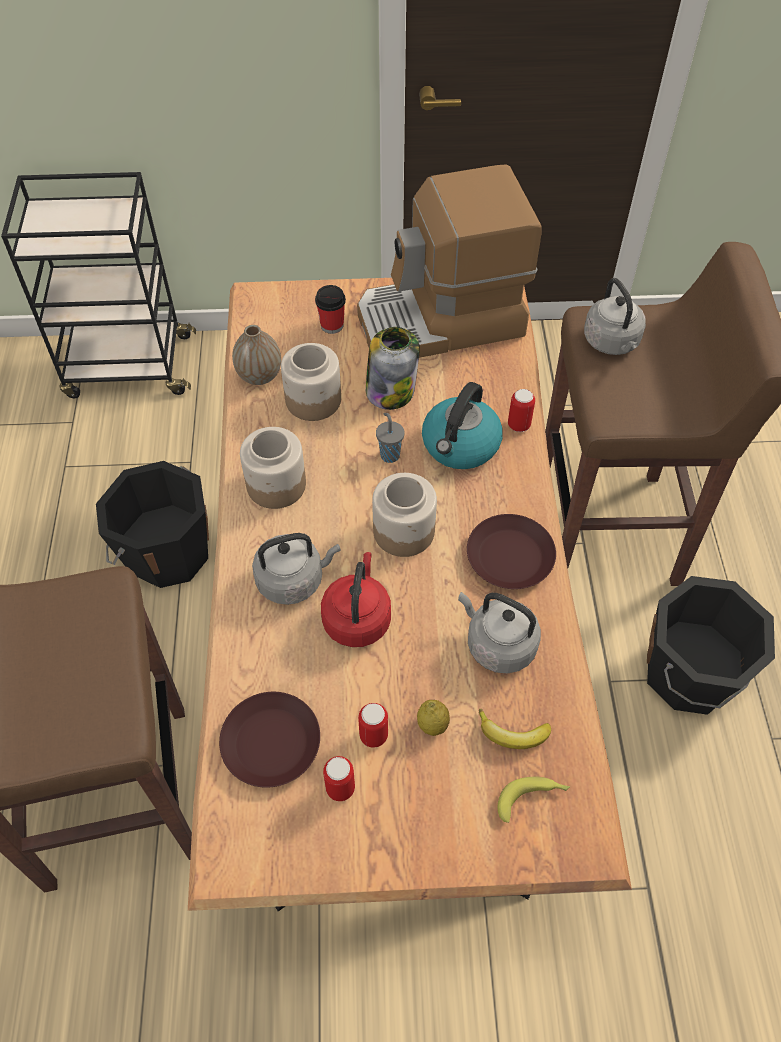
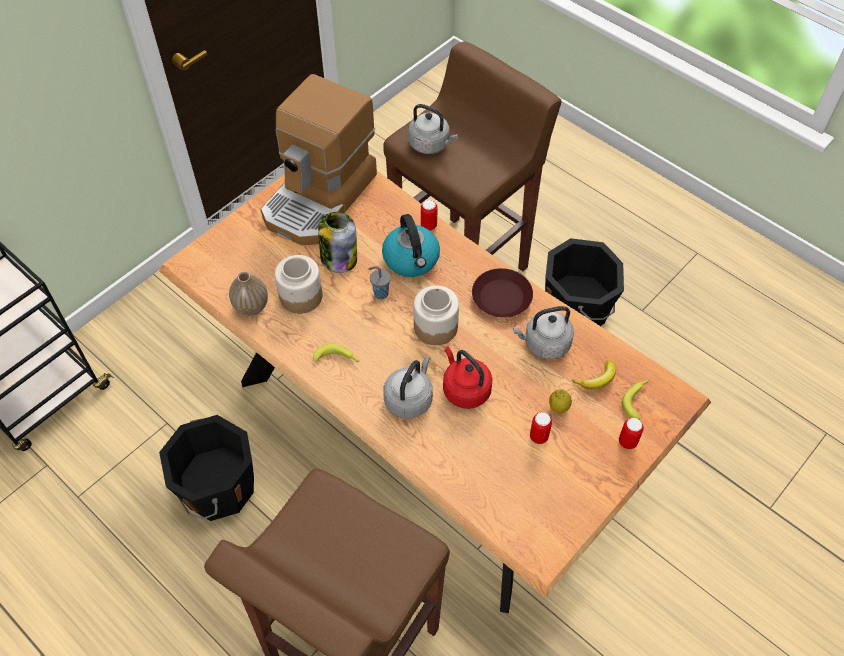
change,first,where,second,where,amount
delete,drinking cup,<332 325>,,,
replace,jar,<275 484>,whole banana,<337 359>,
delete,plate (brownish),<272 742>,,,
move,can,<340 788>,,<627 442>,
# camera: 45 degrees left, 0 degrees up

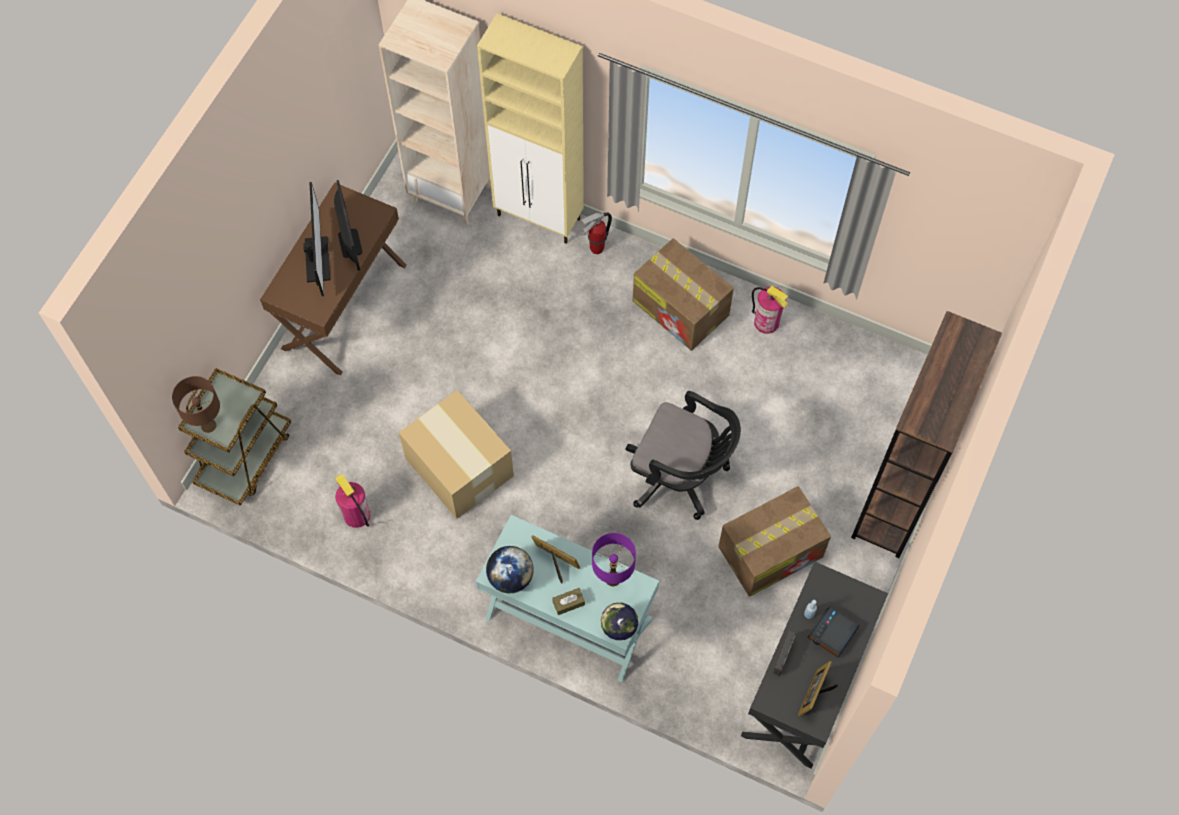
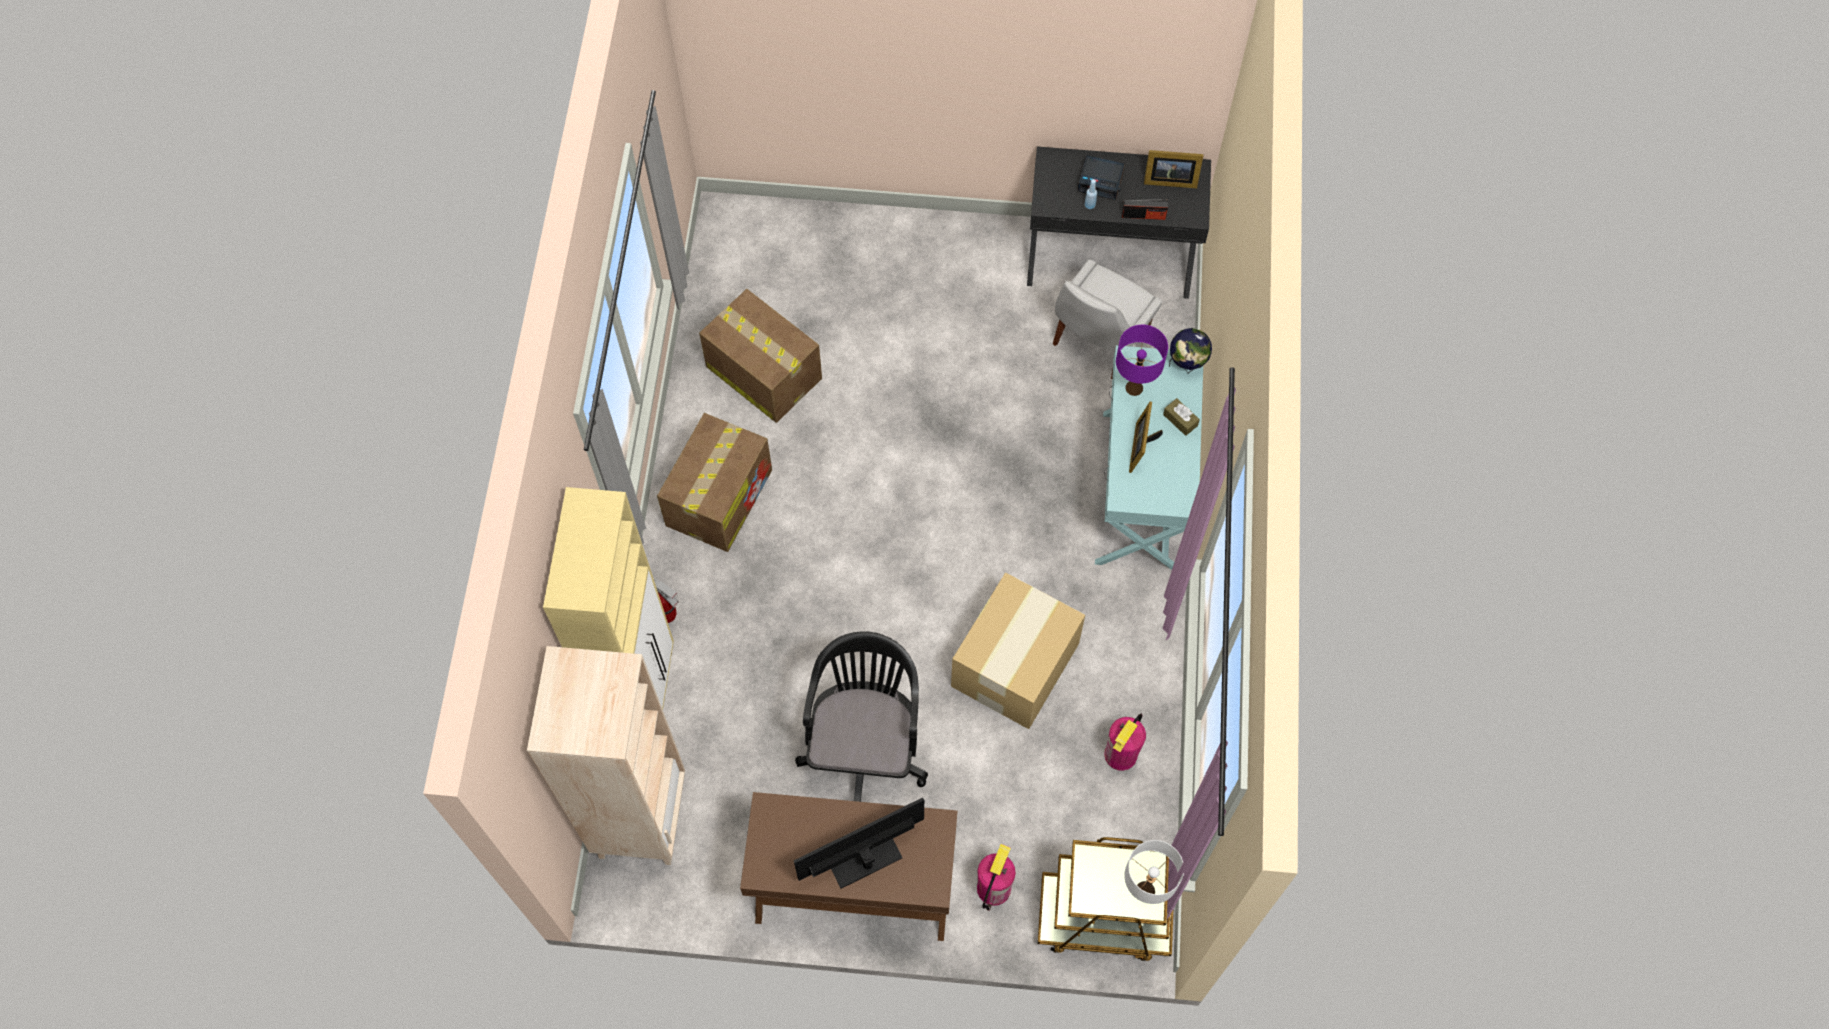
change,first,where,second,where,amount
delete,computer screen,<350 243>,,,
move,fire-fighting cylinder,<766 322>,,<993 888>,
delete,bookcase (brownish),<897 496>,,,
recolor,lamp for a table (brownish),<208 425>,lamp for a table (whitish),<1144 891>,
move,computer chair (black-coloured),<680 476>,,<865 746>,
move,cardboard box,<771 551>,,<762 372>,
delete,desk globe,<510 577>,,,
insert,,,upright chair (whitish),<1097 342>,
# camera: 110 degrees left, 0 degrees up

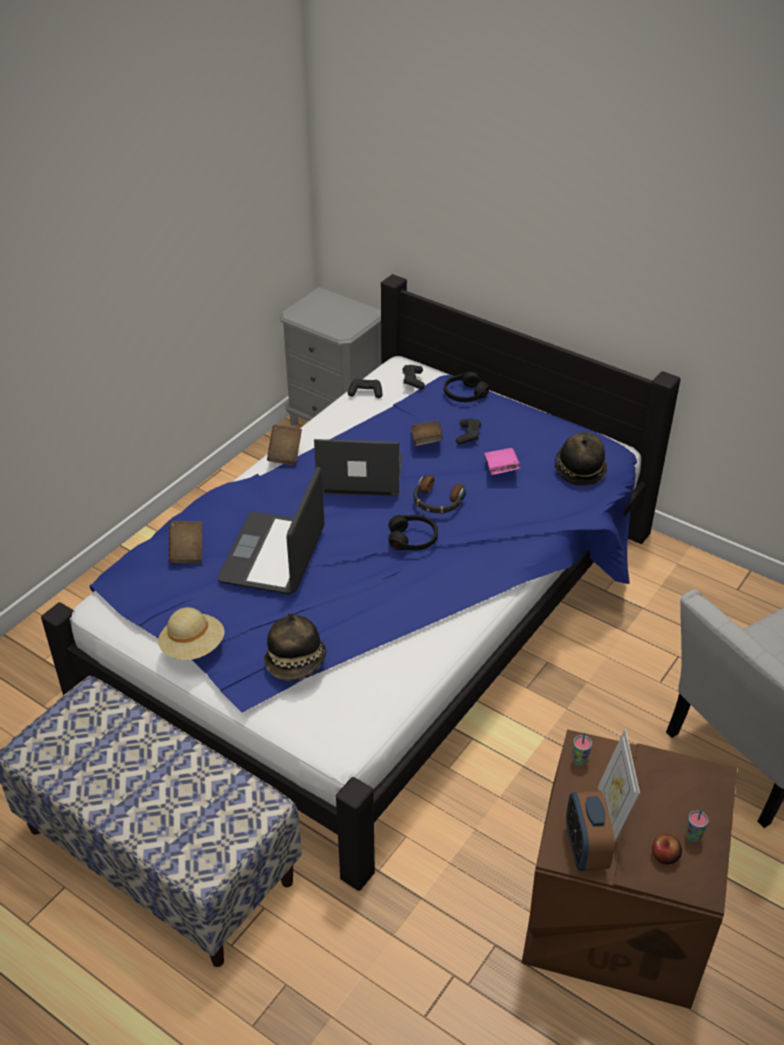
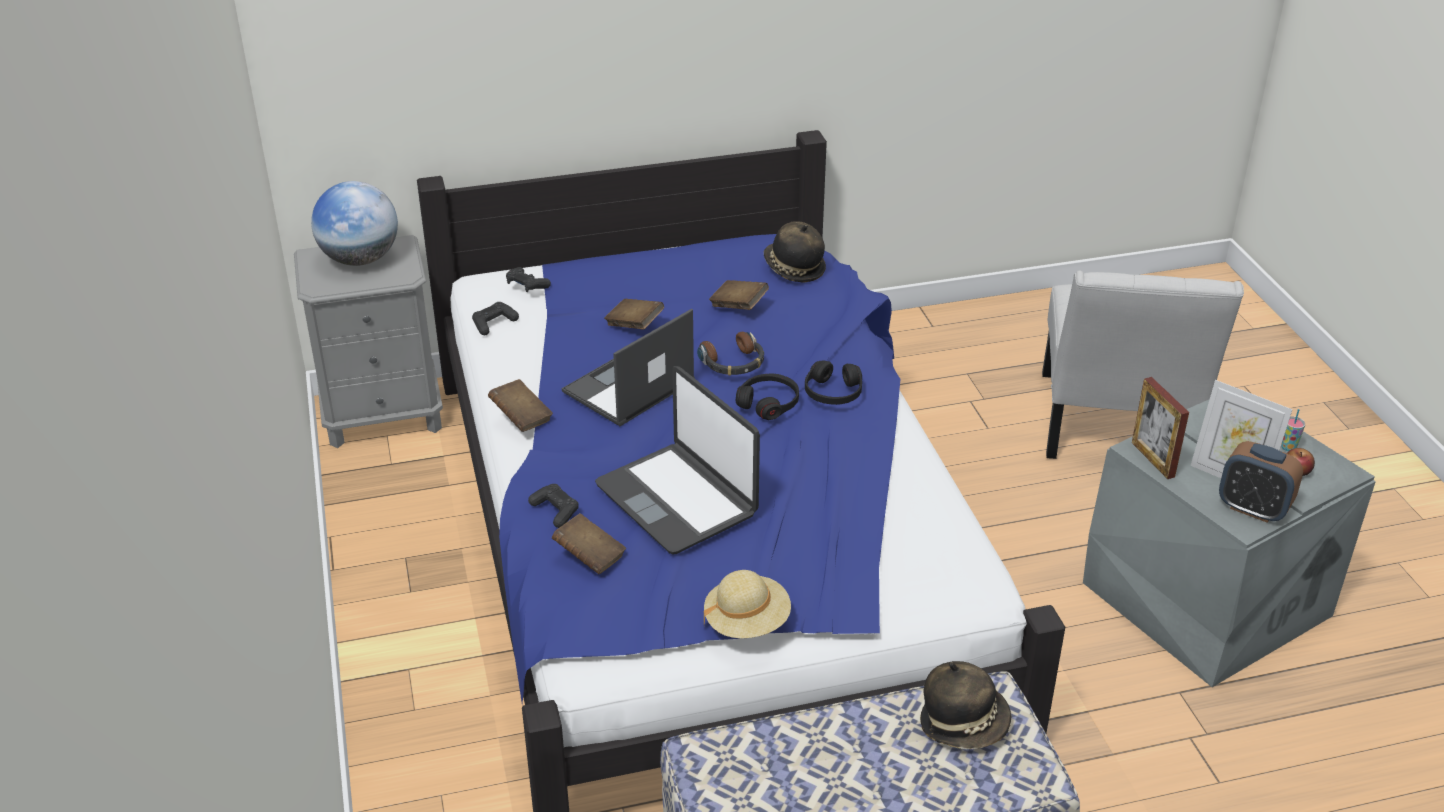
change,first,where,second,where,amount
move,pair of headphones (black-coloured),<464 394>,,<833 392>,
move,joypad (black-coloured),<468 435>,,<555 511>,
recolor,book (pink-coloured),<501 470>,book (brownish),<738 306>,
move,clothing hat,<296 663>,,<964 723>,
recolor,storage box (brownish),<613 912>,storage box (greyish),<1205 601>,
replace,drinking cup,<579 761>,photo frame,<1153 459>,
insert,,,desk globe,<360 259>,
# camera: 50 degrees left, 5 degrees down

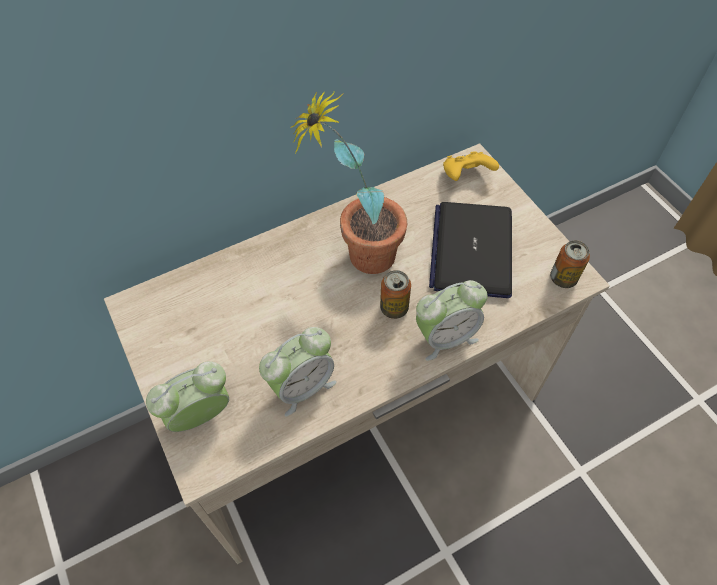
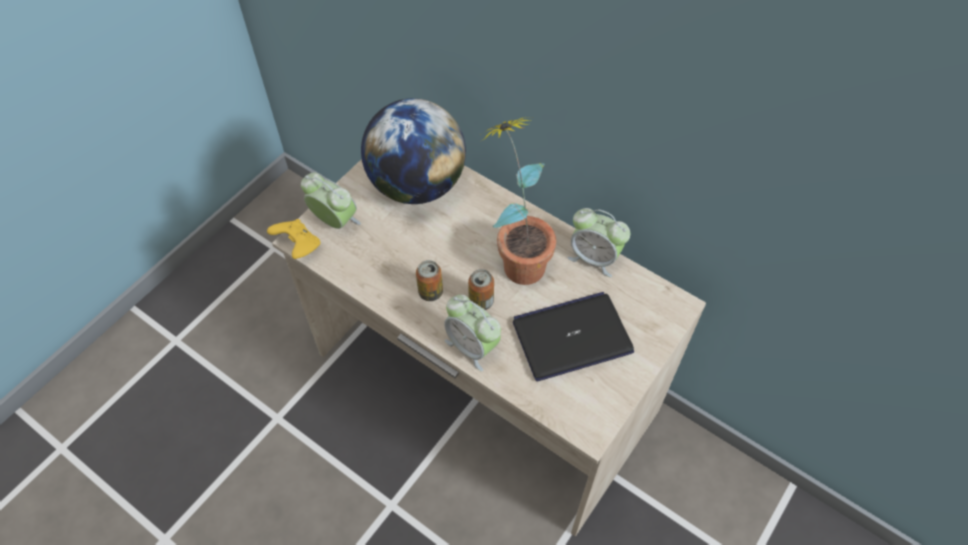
change,first,where,second,where,amount
move,joypad (yellowish),<466 176>,,<298 246>,
move,can,<563 278>,,<430 292>,
move,alarm clock,<302 386>,,<594 258>,
insert,,,desk globe,<417 185>,
# camera: 65 degrees right, 0 degrees up

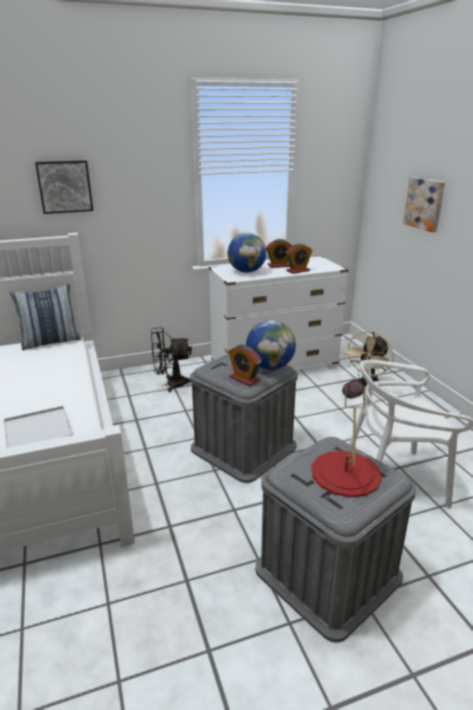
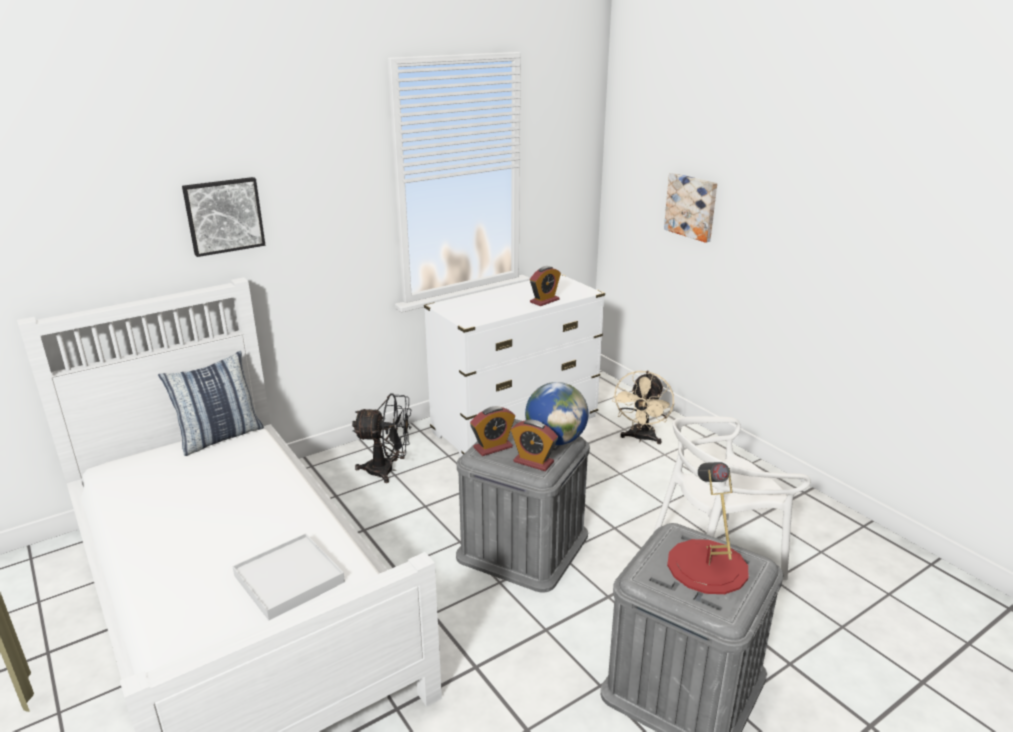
change,first,where,second,where,amount
delete,desk globe,<246 271>,,,
move,alarm clock,<279 265>,,<493 447>,
rotate,electric fan (black-coloured),<171 384>,,<387 470>,150 degrees counterclockwise
# camera: 15 degrees left, 0 degrees up

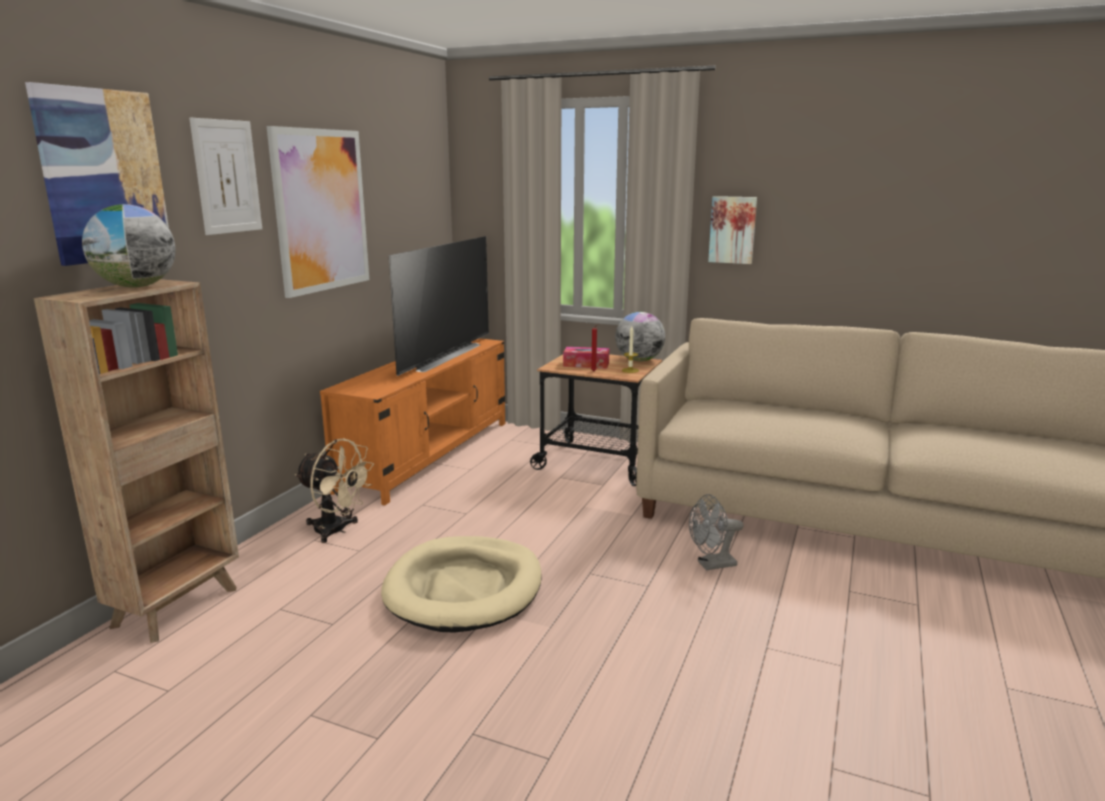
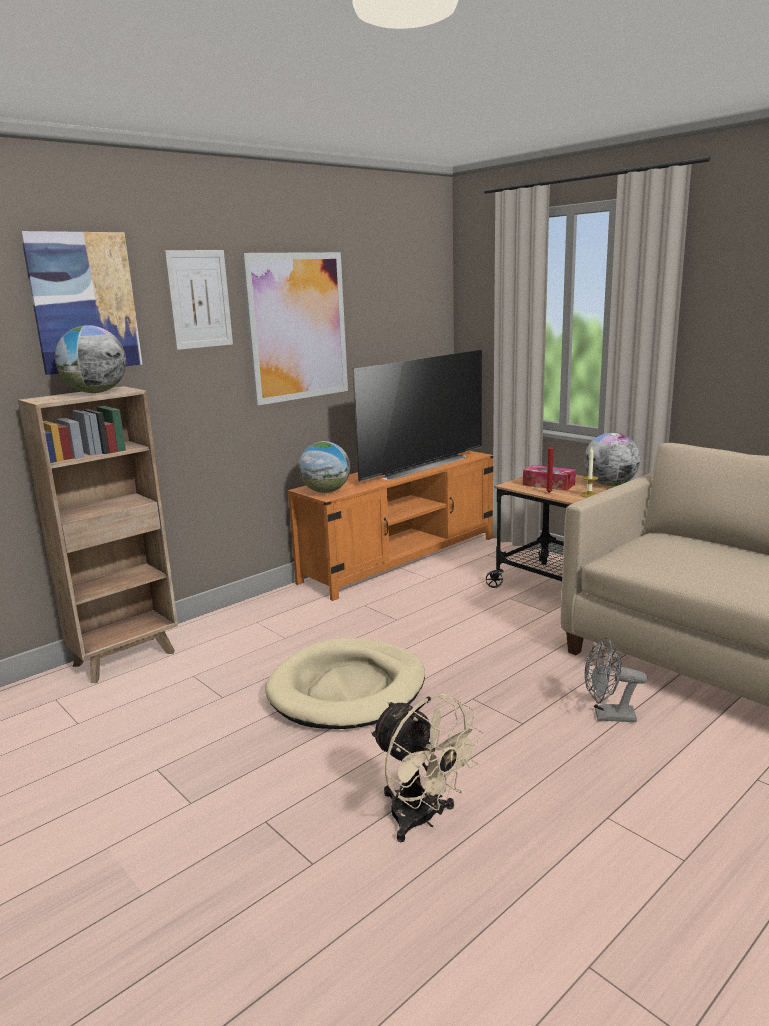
change,first,where,second,where,amount
delete,wall picture,<732 230>,,,
move,electric fan (beige-coloured),<337 531>,,<422 820>,
insert,,,desk globe,<326 491>,
# camera: 25 degrees right, 0 degrees up

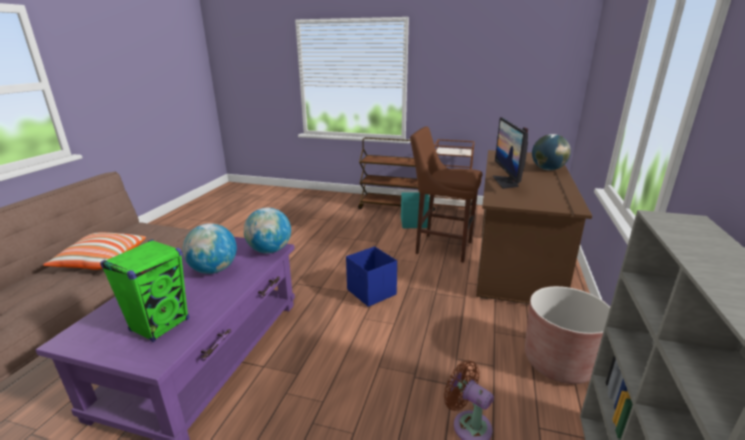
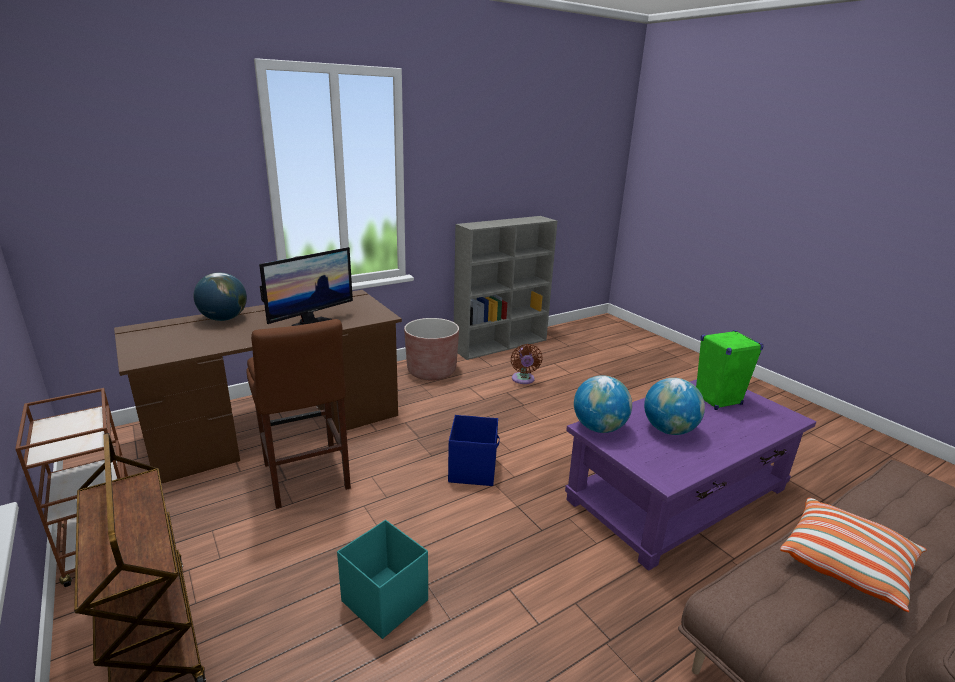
change,first,where,second,where,amount
move,storage box (turquoise-coloured),<415 223>,,<384 600>,
# camera: 140 degrees left, 0 degrees up

